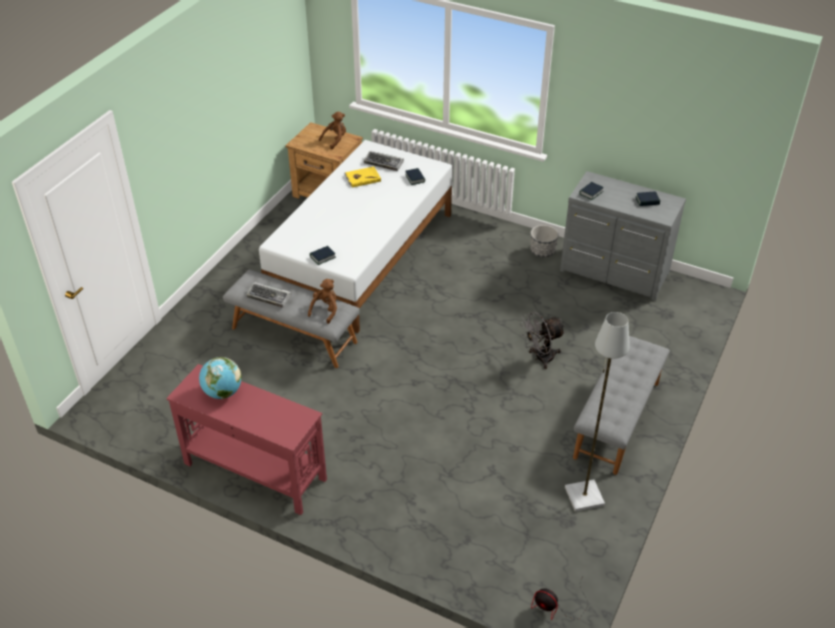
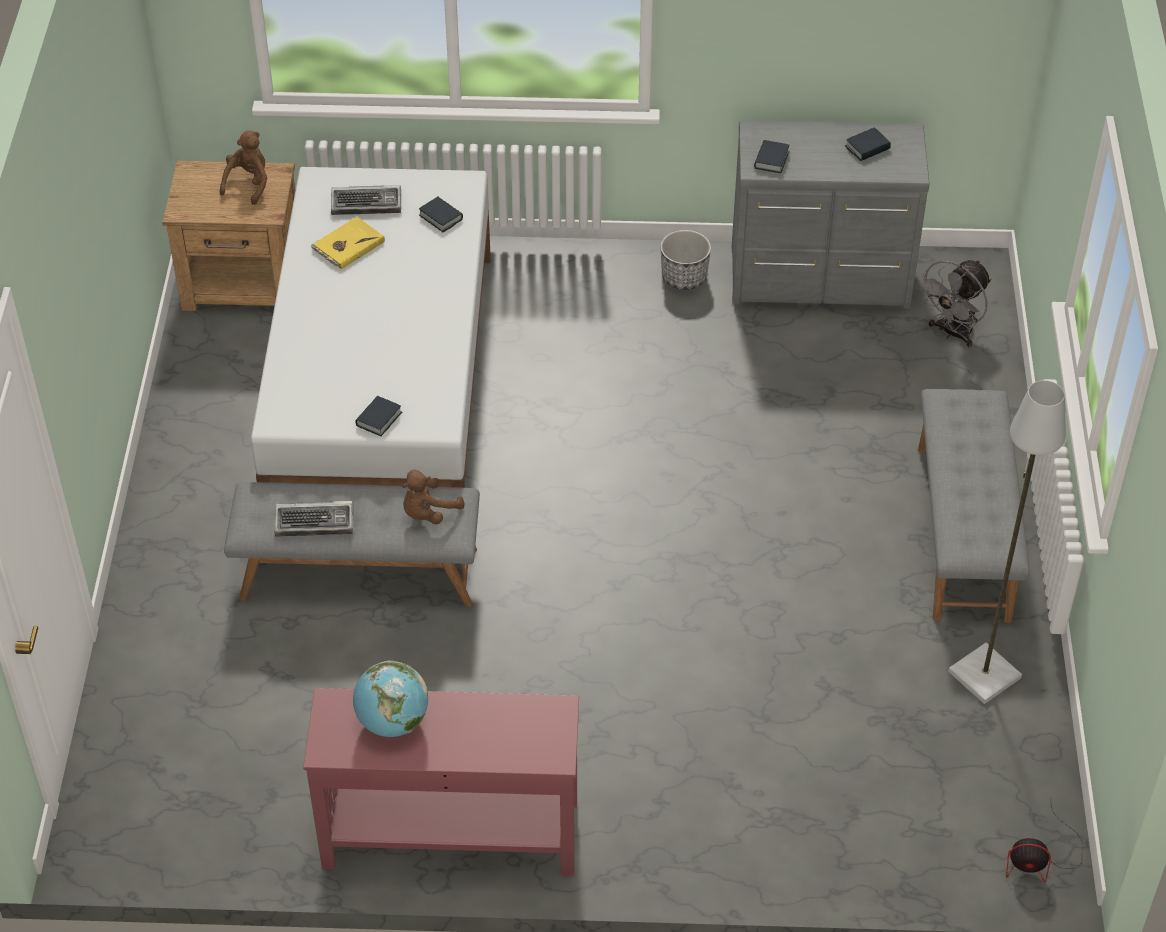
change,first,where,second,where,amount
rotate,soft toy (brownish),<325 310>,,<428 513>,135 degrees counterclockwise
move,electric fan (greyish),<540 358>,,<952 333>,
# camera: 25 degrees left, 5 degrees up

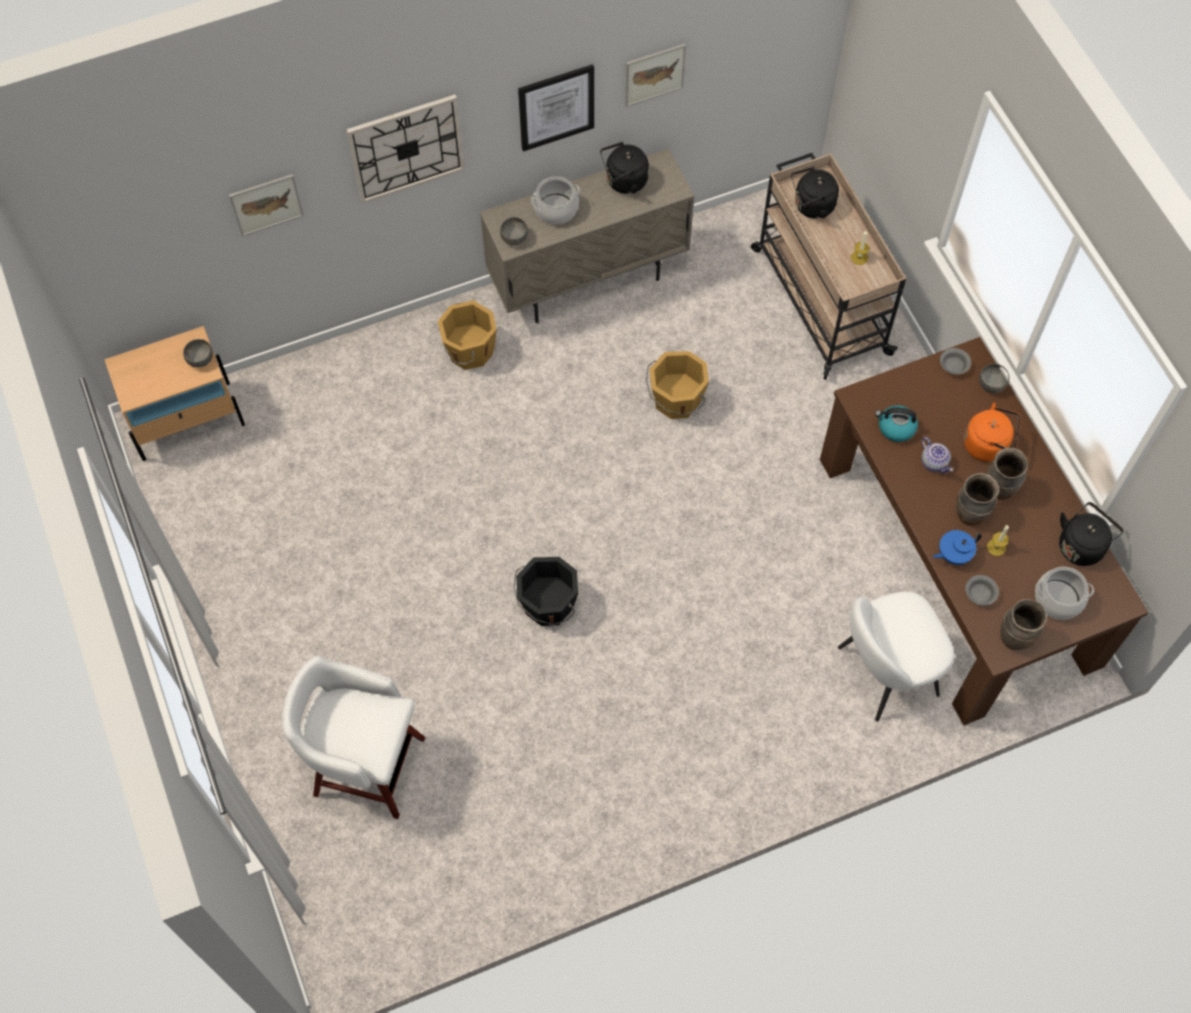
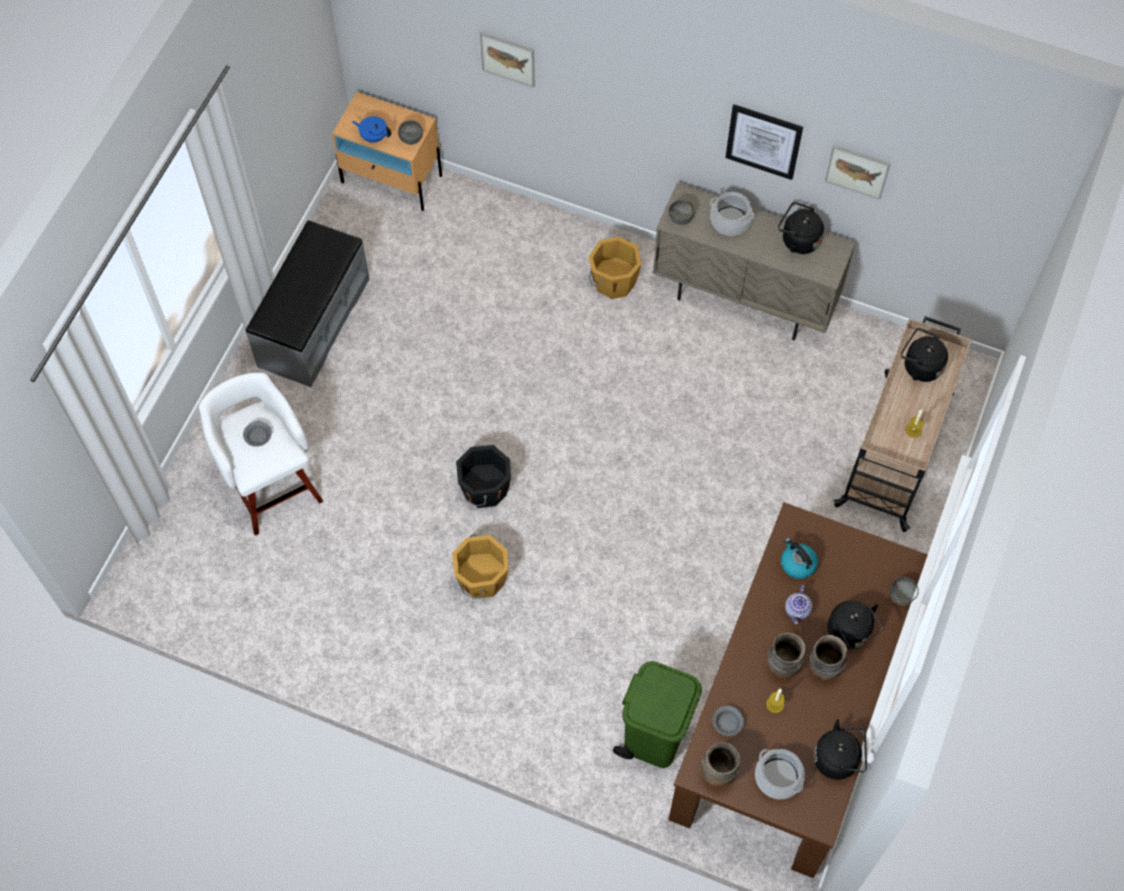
change,first,where,second,where,amount
delete,clock on the wall,<406 148>,,,
move,bowl (greyish),<954 366>,,<258 438>,
move,pail (orange),<676 400>,,<481 579>,
recolor,tea kettle (orange),<988 445>,tea kettle (black-coloured),<850 633>,
move,pot for tea (blue-coloured),<953 554>,,<373 136>,
replace,upright chair (whitish),<885 672>,waste bin (green-coloured),<654 735>,
insert,,,bench (greyish),<313 322>,
# camera: 45 degrees right, 0 degrees up

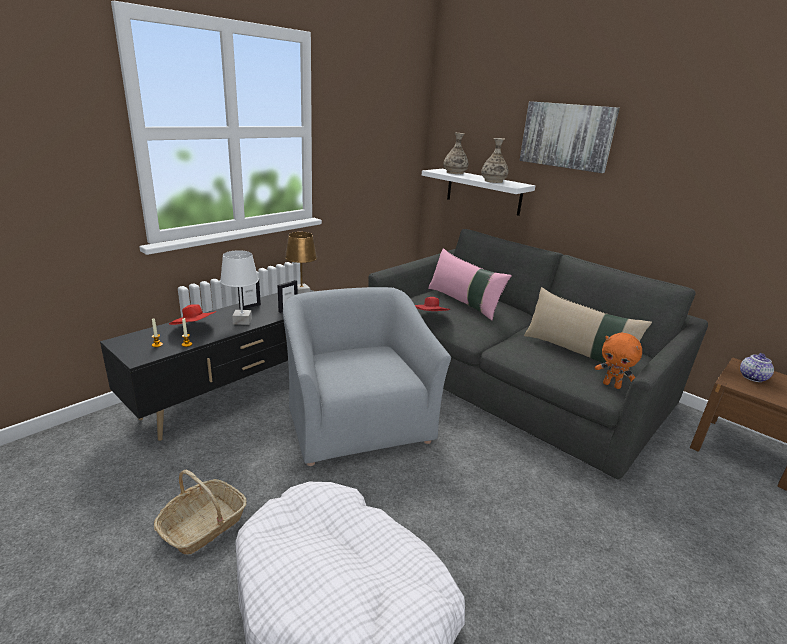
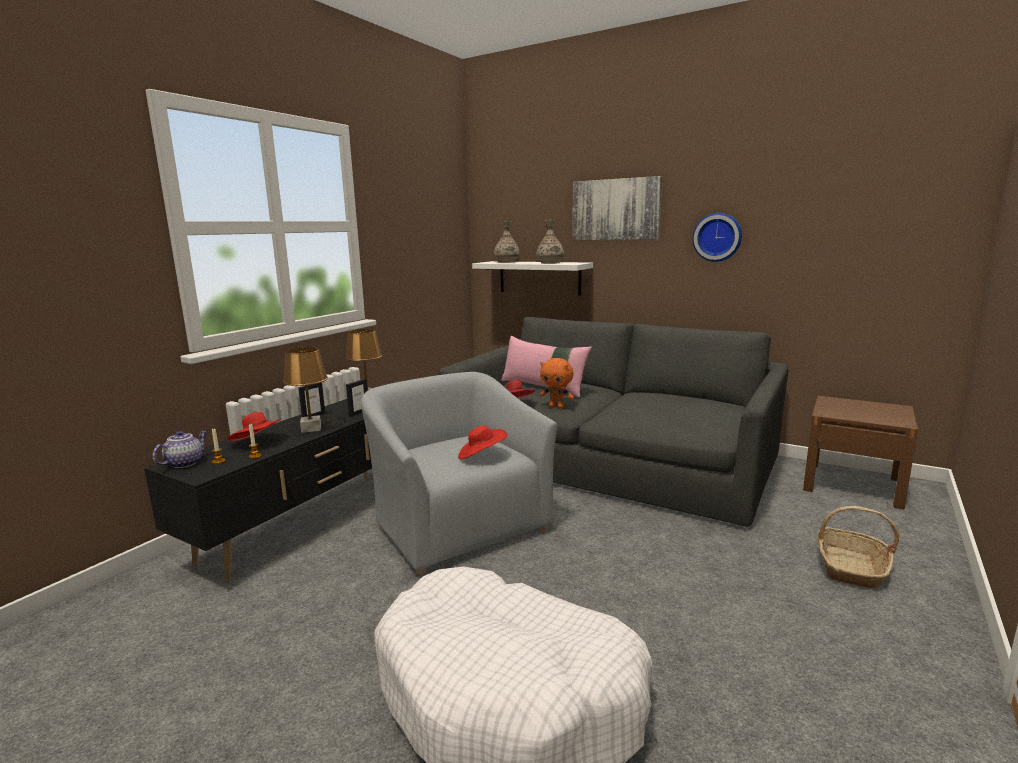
change,first,where,second,where,amount
recolor,lamp for a table (whitish),<242 321>,lamp for a table (brownish),<311 429>,
delete,pillow (beige-coloured),<577 352>,,,
move,soft toy (orange),<612 385>,,<557 407>,
move,pot for tea,<752 377>,,<185 463>,
move,storage basket,<203 525>,,<850 567>,
insert,,,clock on the wall,<717 237>,
insert,,,clothing hat (reddish),<481 456>,
# camera: 10 degrees left, 10 degrees down

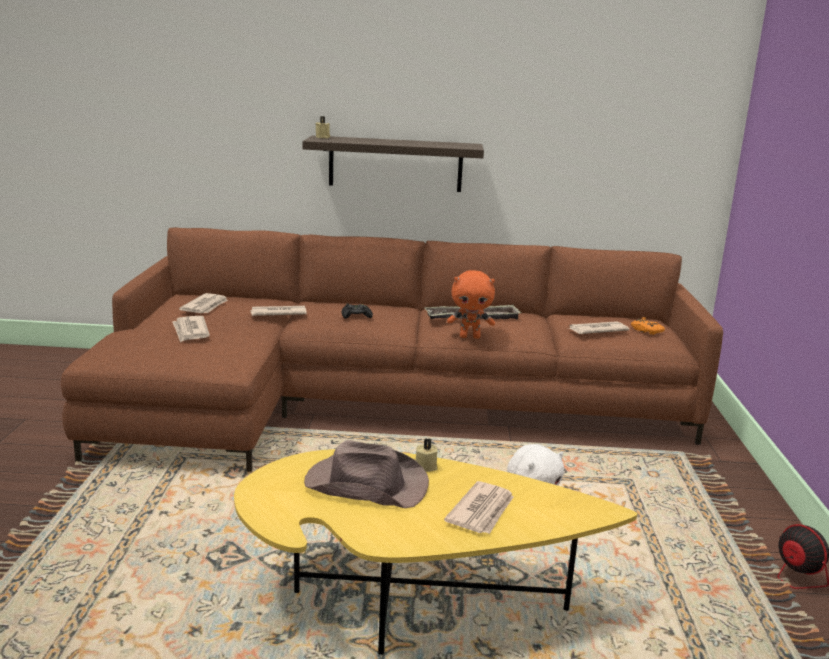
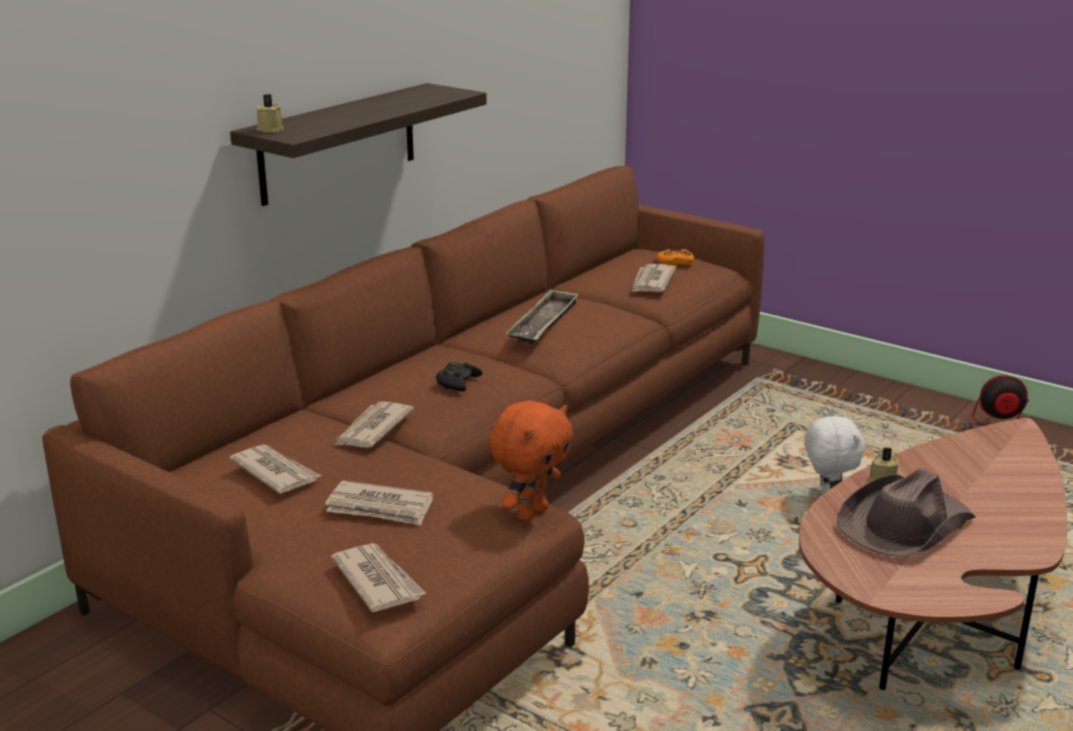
change,first,where,second,where,amount
move,soft toy (orange),<470 337>,,<531 513>,
recolor,coffee table (yellowish),<407 599>,coffee table (brownish),<930 623>,
move,printed paper,<482 511>,,<378 580>,
# camera: 55 degrees left, 5 degrees up

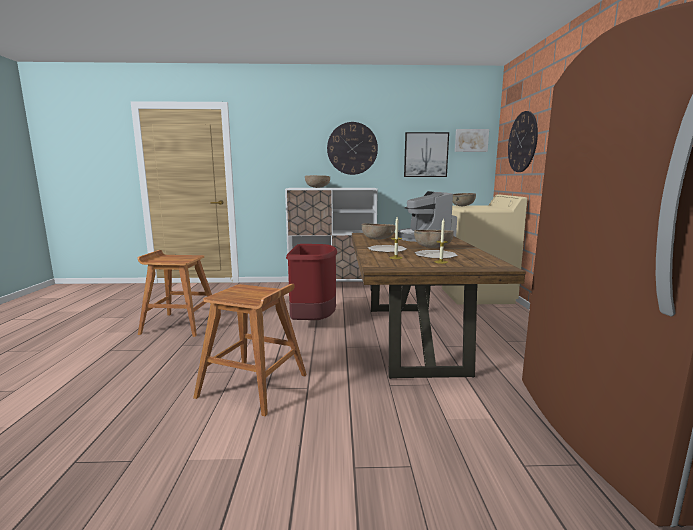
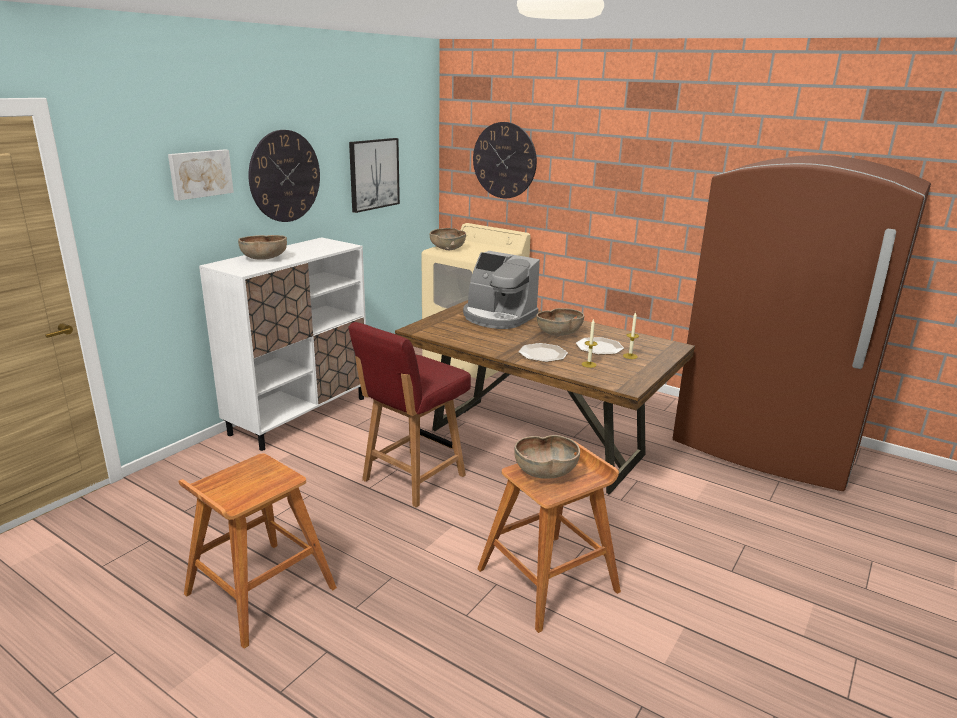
change,first,where,second,where,amount
move,wall picture,<471 140>,,<200 174>,
move,bowl (brownish),<377 239>,,<545 473>,
replace,waste bin (reddish),<313 321>,upright chair (reddish),<412 478>,
# camera: 55 degrees left, 10 degrees up

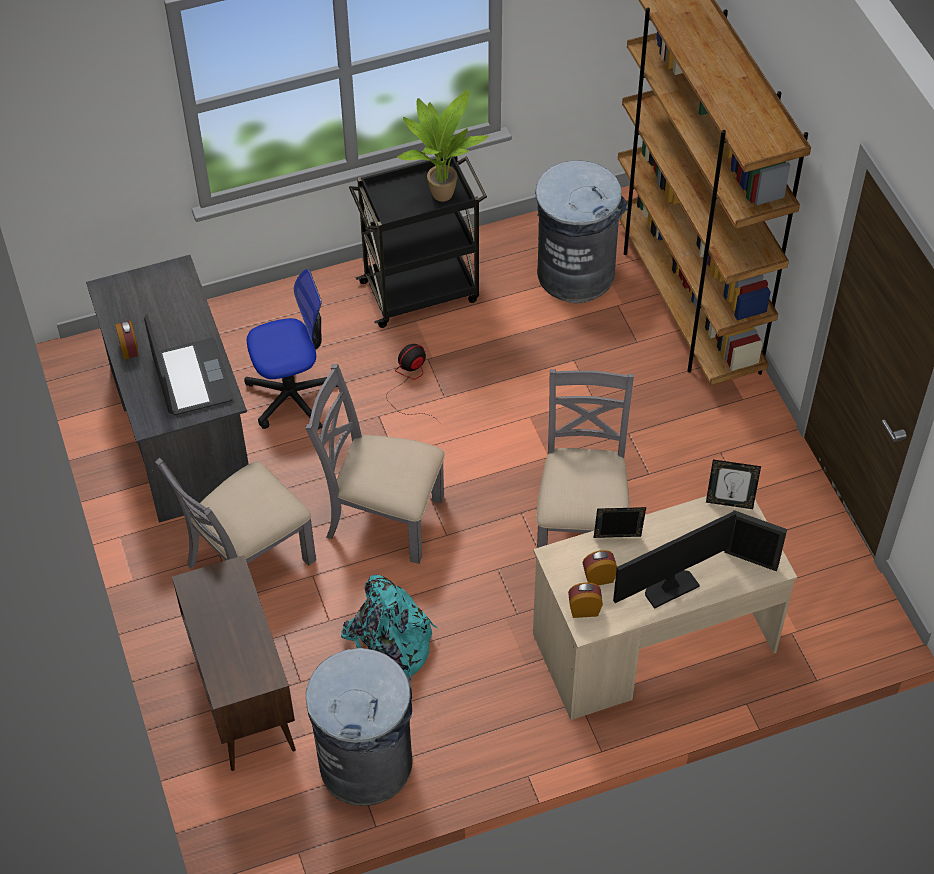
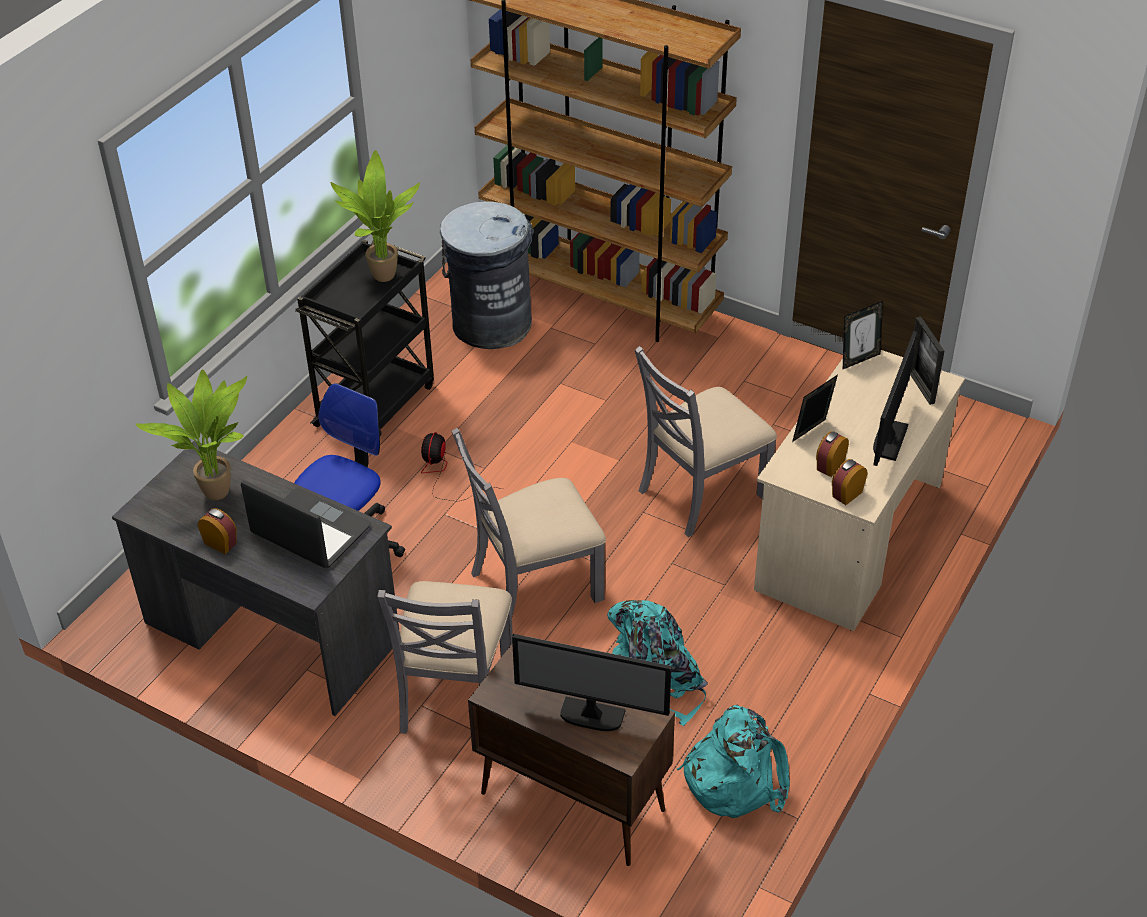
change,first,where,second,where,amount
rotate,upright chair (greyish),<581 526>,,<701 492>,90 degrees counterclockwise
rotate,photo frame,<751 559>,,<920 386>,90 degrees counterclockwise
replace,waste bin (greyish),<366 763>,rucksack (turquoise-coloured),<734 776>,
insert,,,houseplant,<217 490>,
insert,,,computer screen,<591 716>,
# camera: 40 degrees left, 10 degrees down

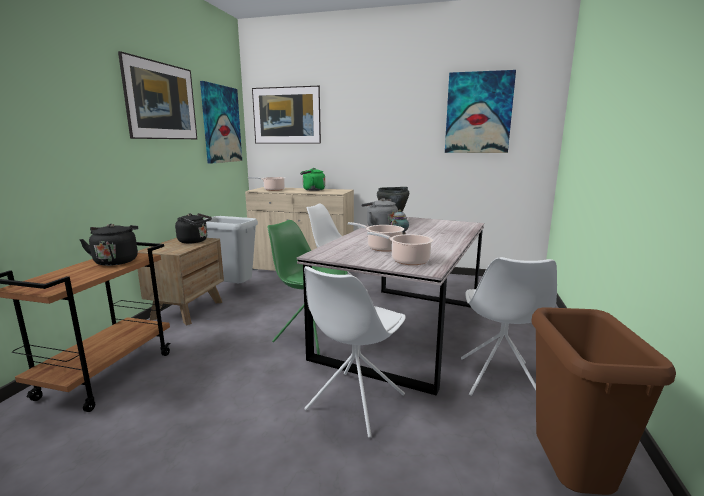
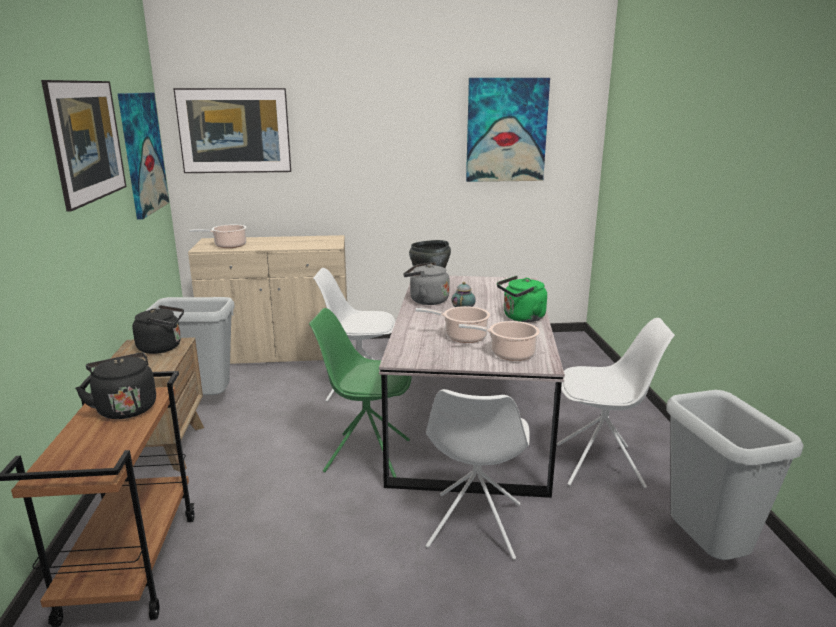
change,first,where,second,where,amount
move,tea kettle (green-coloured),<312 190>,,<521 318>,
rotate,upright chair (whitish),<499 379>,,<601 465>,75 degrees counterclockwise
recolor,waste bin (brownish),<571 482>,waste bin (greyish),<707 552>,
# camera: 20 degrees left, 5 degrees up

